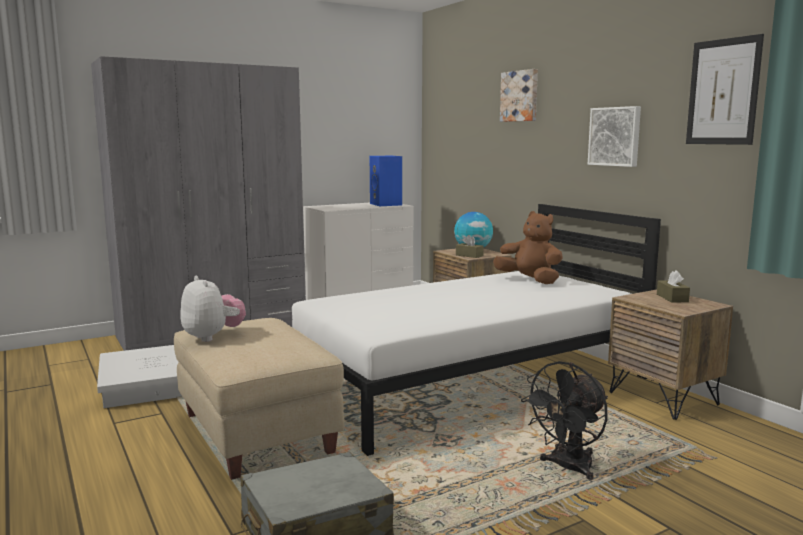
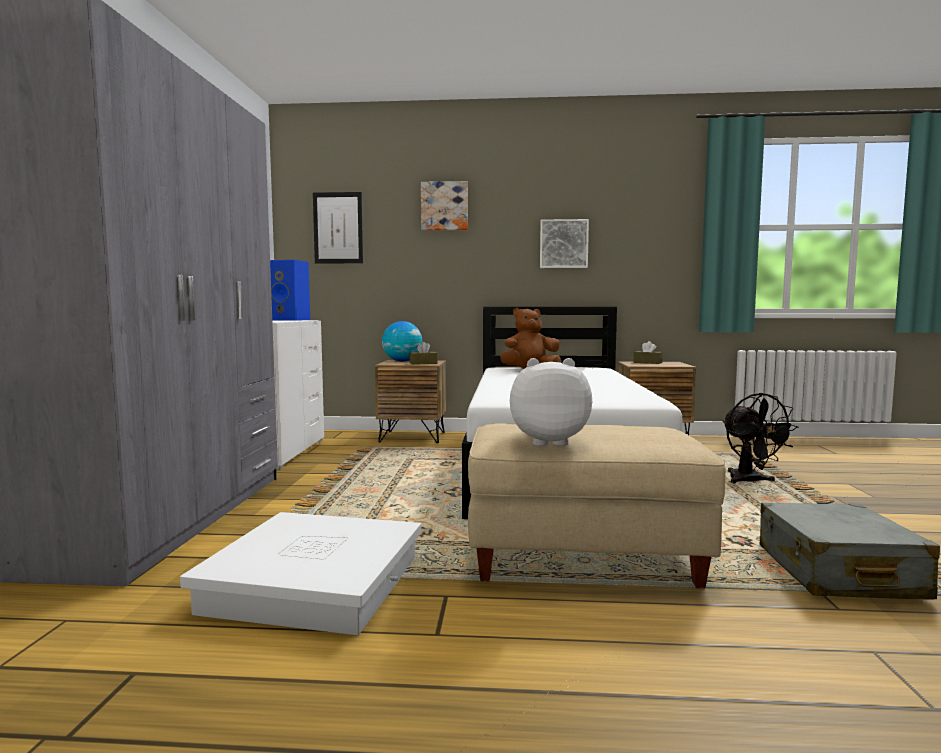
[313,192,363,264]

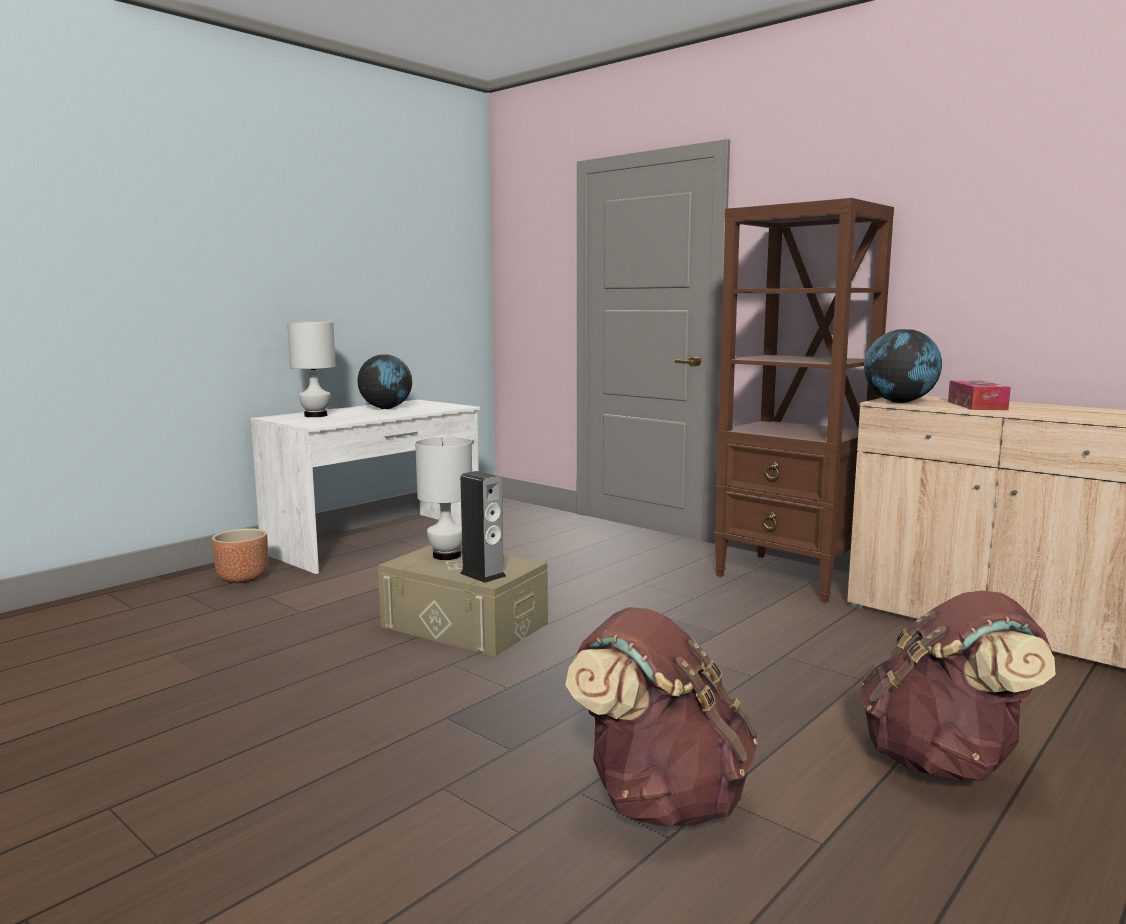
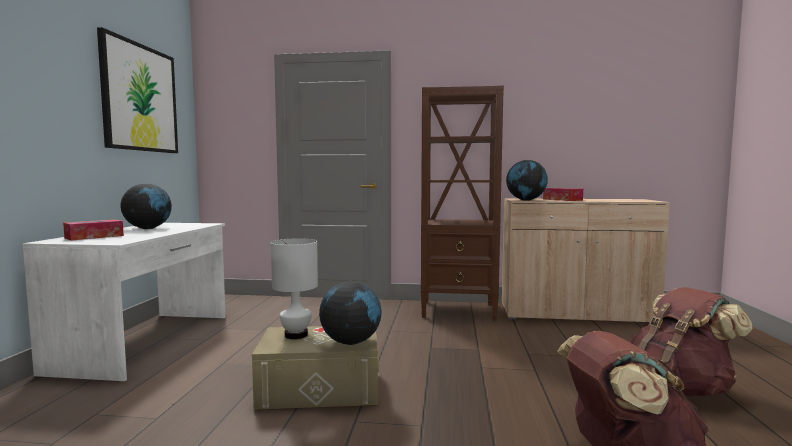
[212,528,268,583] (first image)
[63,219,124,241]
[319,281,382,345]
[97,27,178,153]

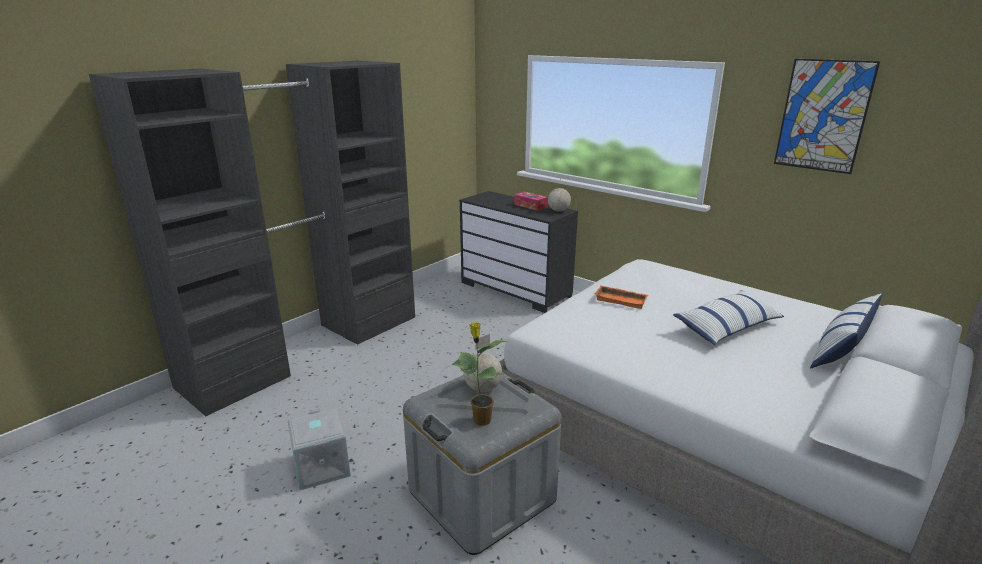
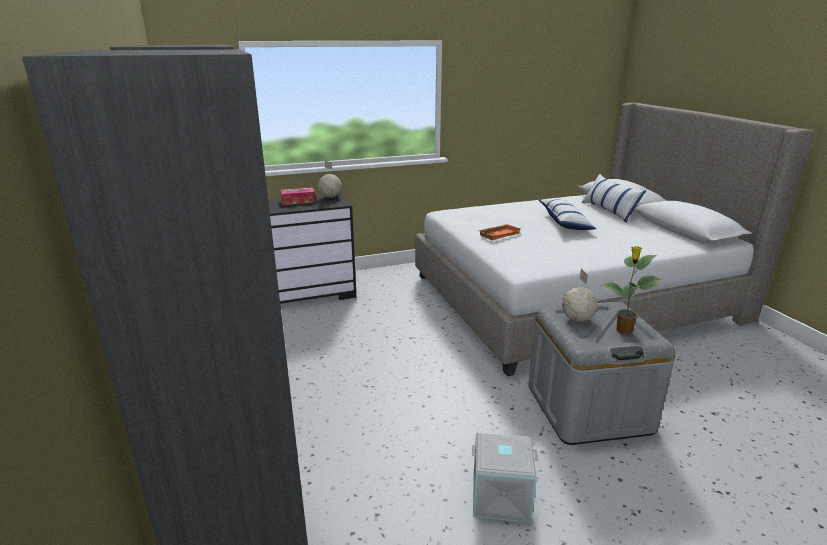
[774,59,880,174] (first image)

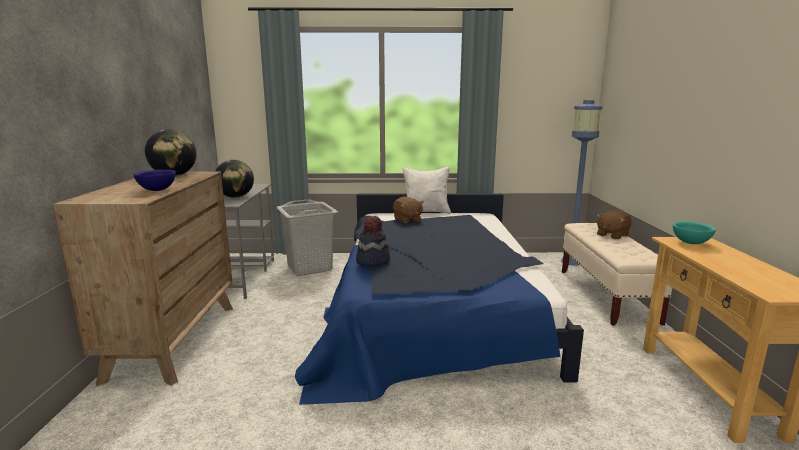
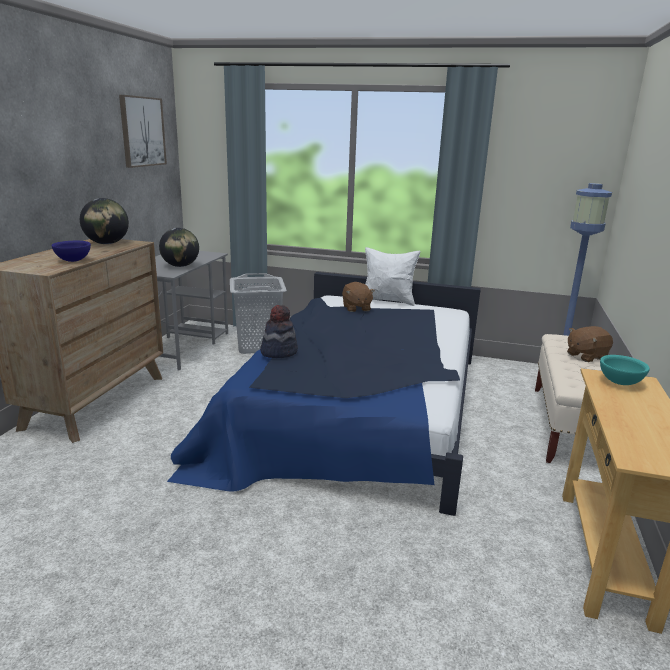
[119,95,167,168]

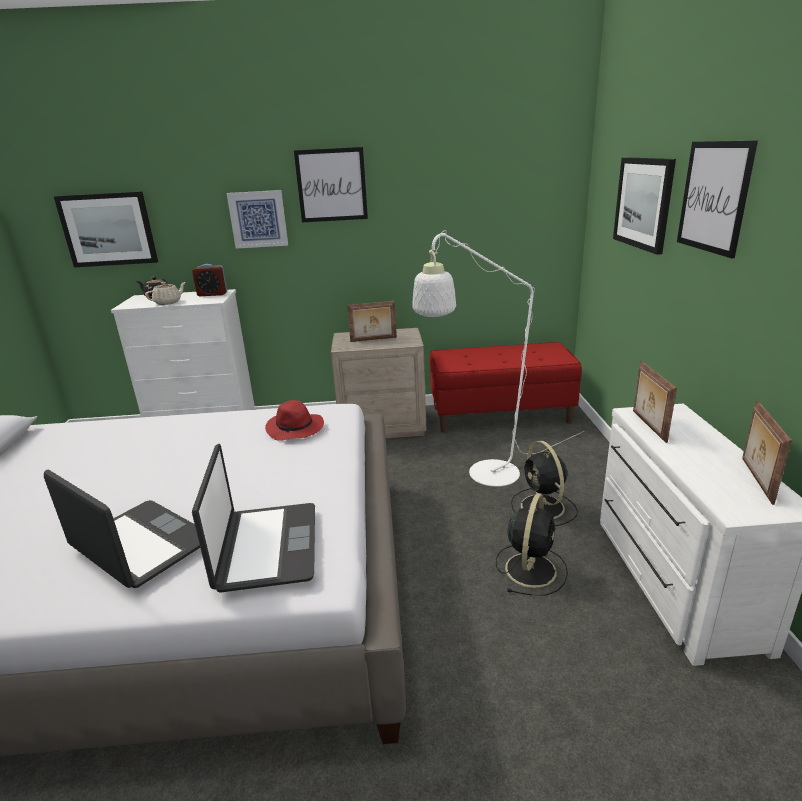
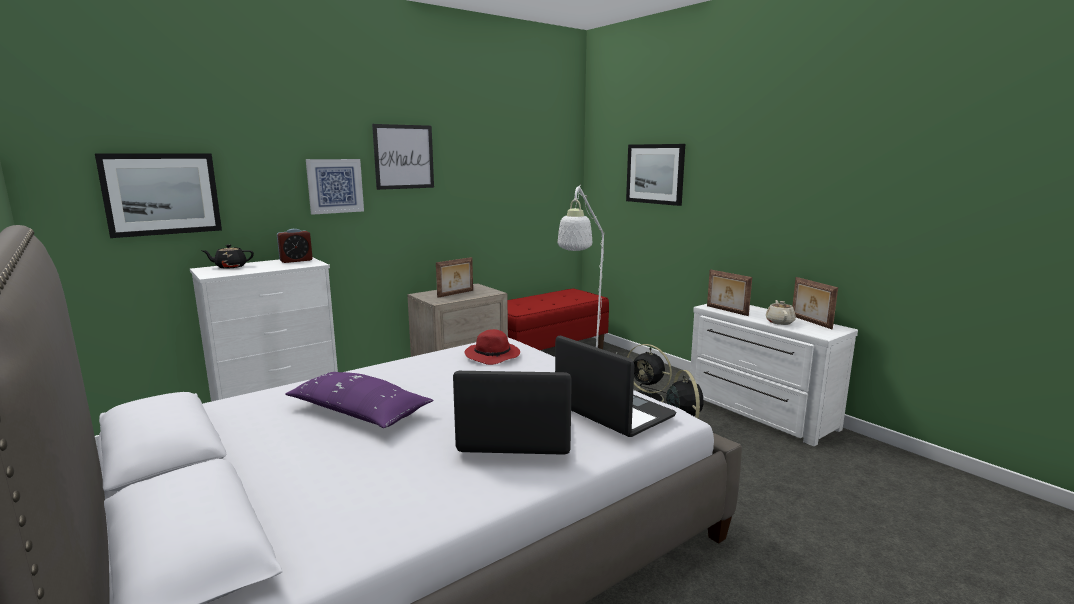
[766,300,796,325]
[677,140,758,258] (first image)
[285,372,434,428]

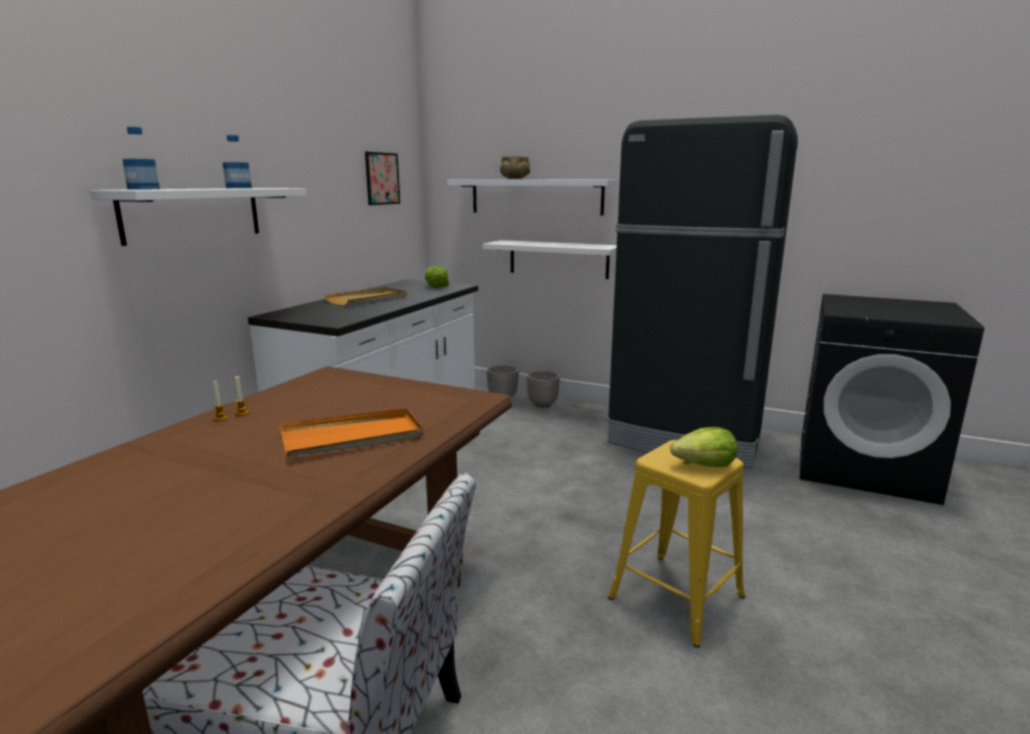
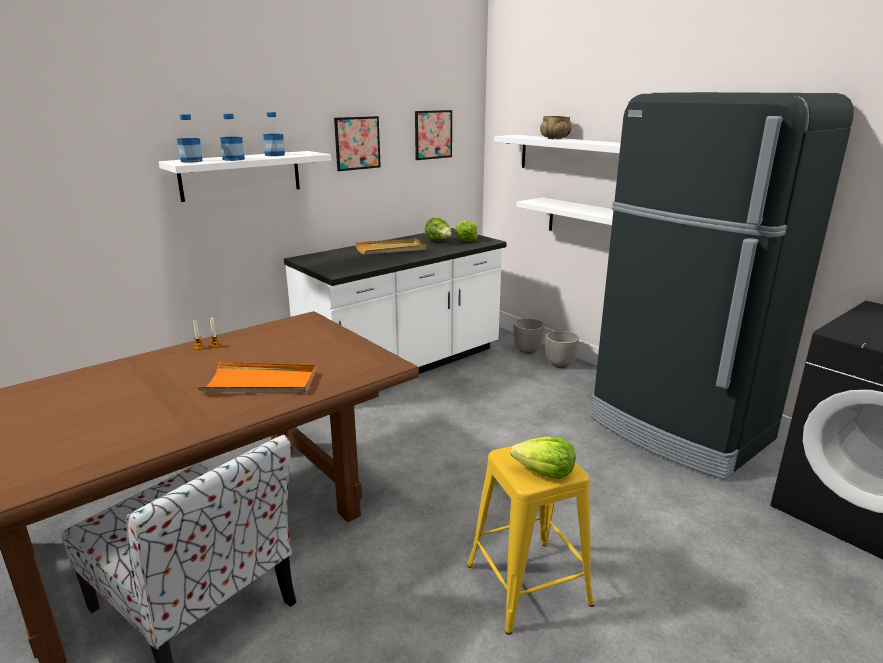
[220,114,245,161]
[334,116,381,171]
[425,218,451,241]

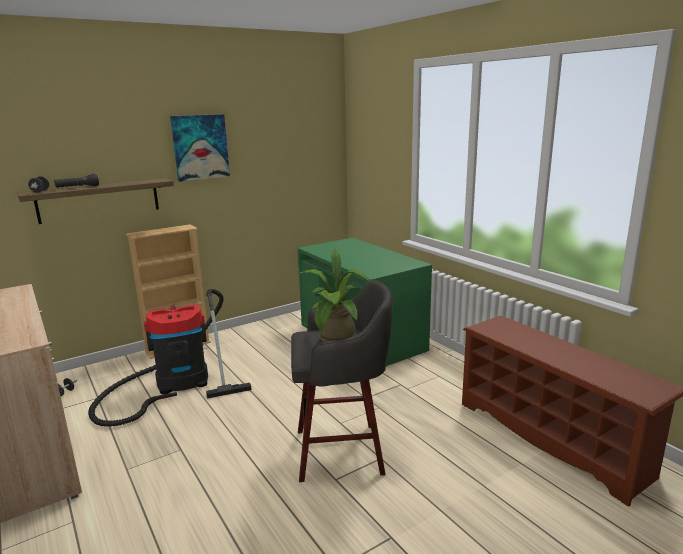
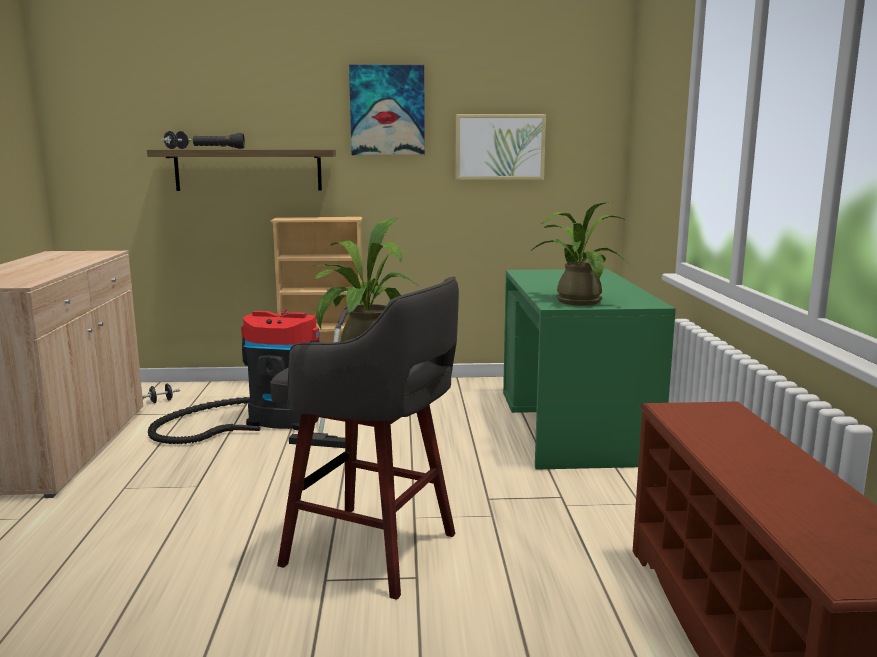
[455,114,546,180]
[532,202,632,306]

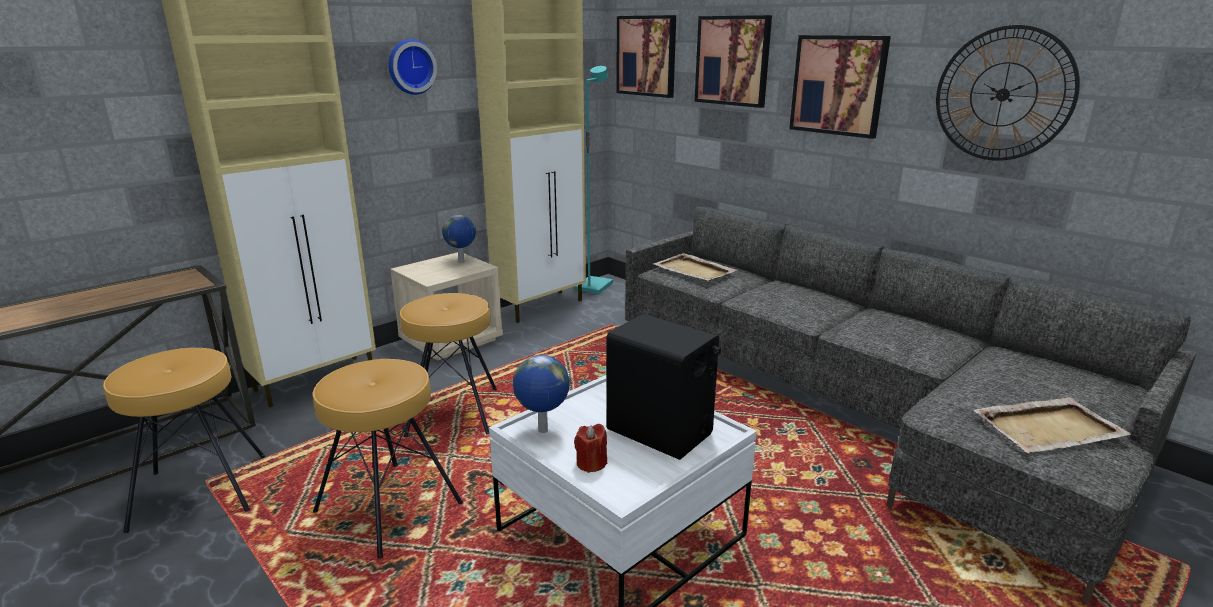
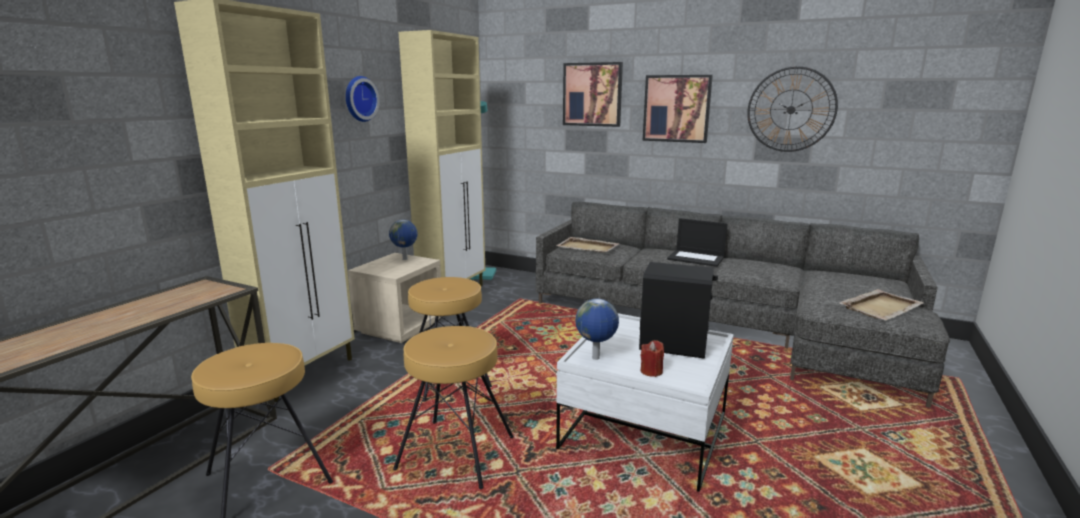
[616,15,676,98] (first image)
[667,218,728,267]

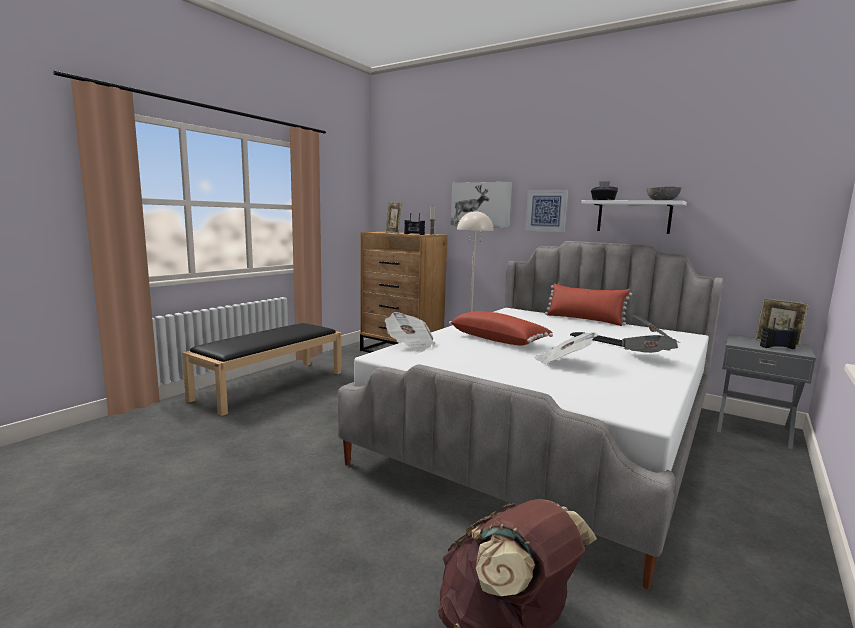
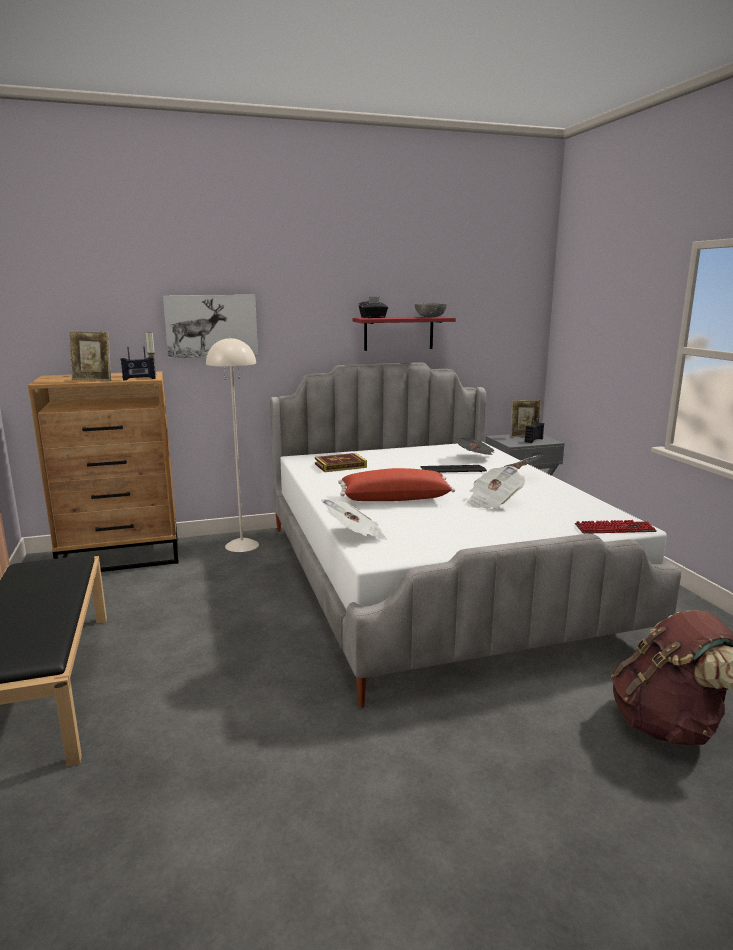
[525,190,568,232] (first image)
[545,283,632,326] (first image)
[353,317,456,351]
[315,453,367,472]
[575,520,657,534]

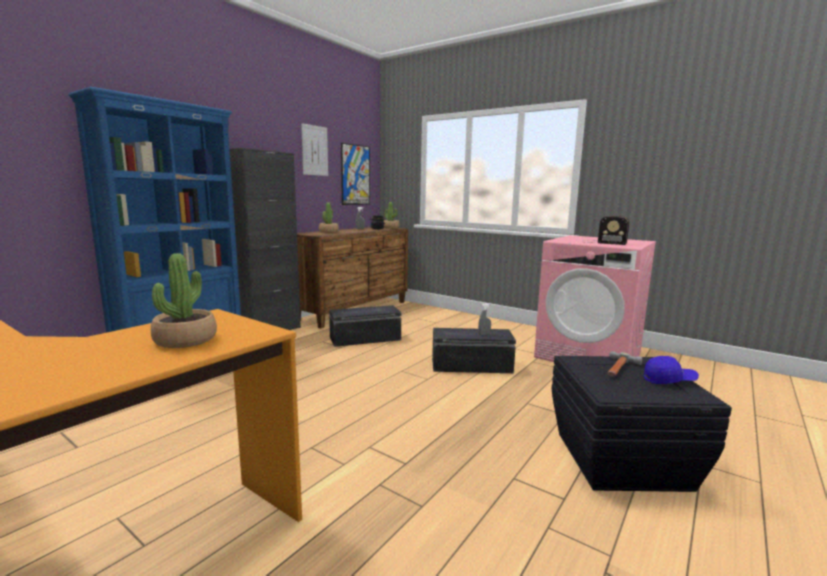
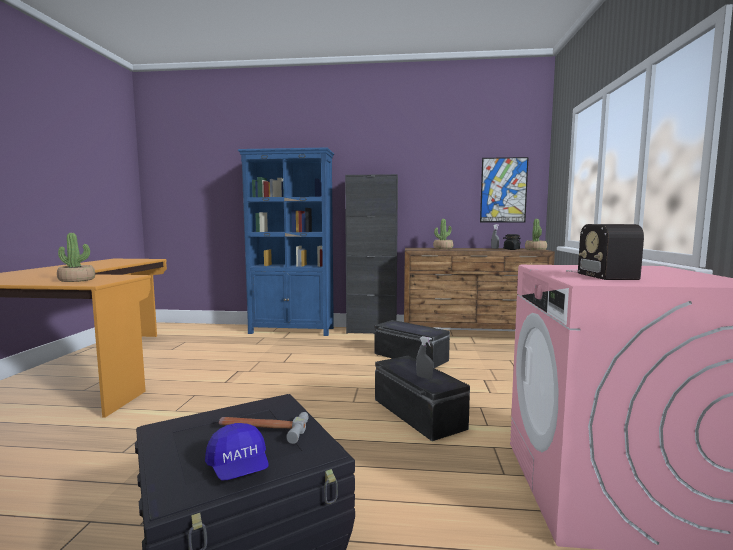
[301,123,328,176] (first image)

